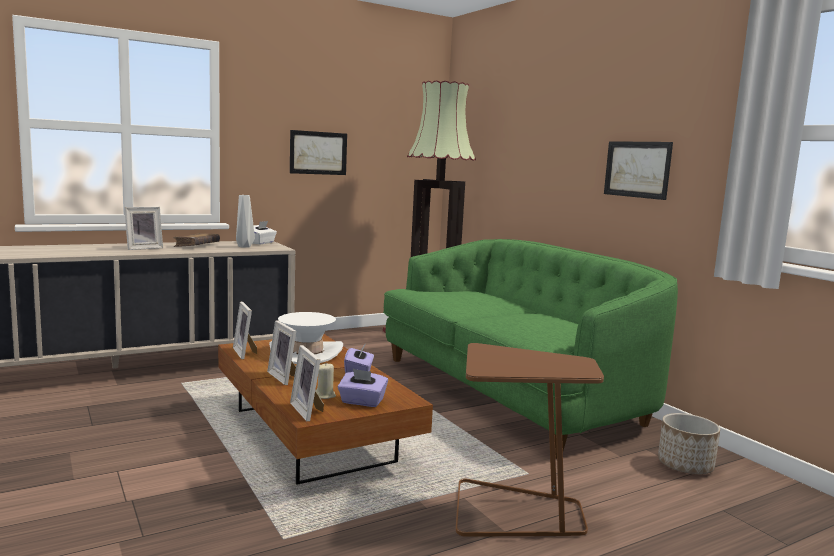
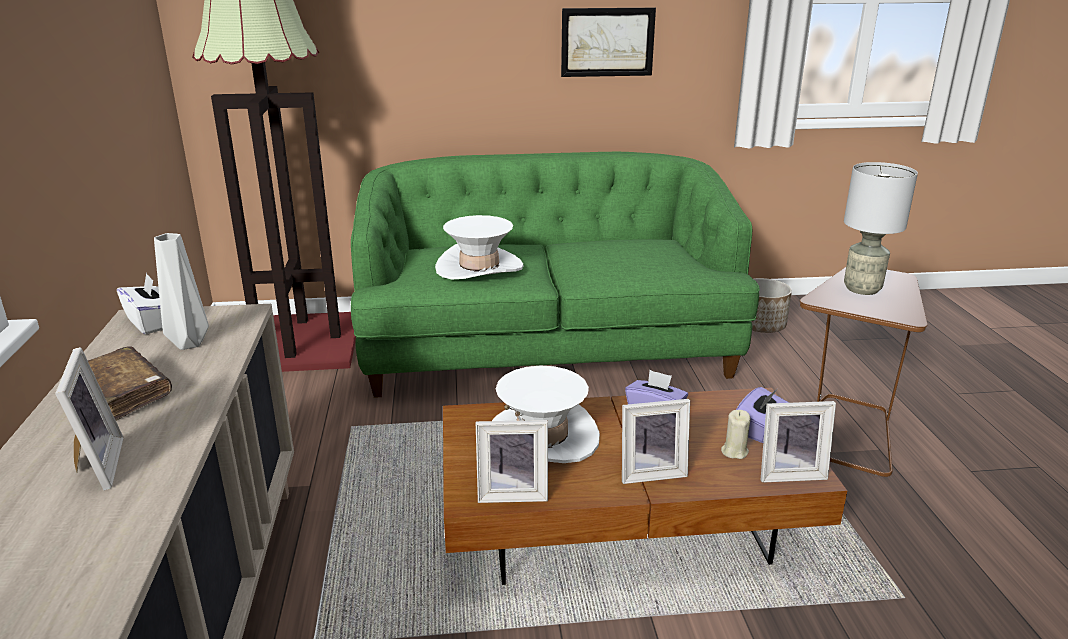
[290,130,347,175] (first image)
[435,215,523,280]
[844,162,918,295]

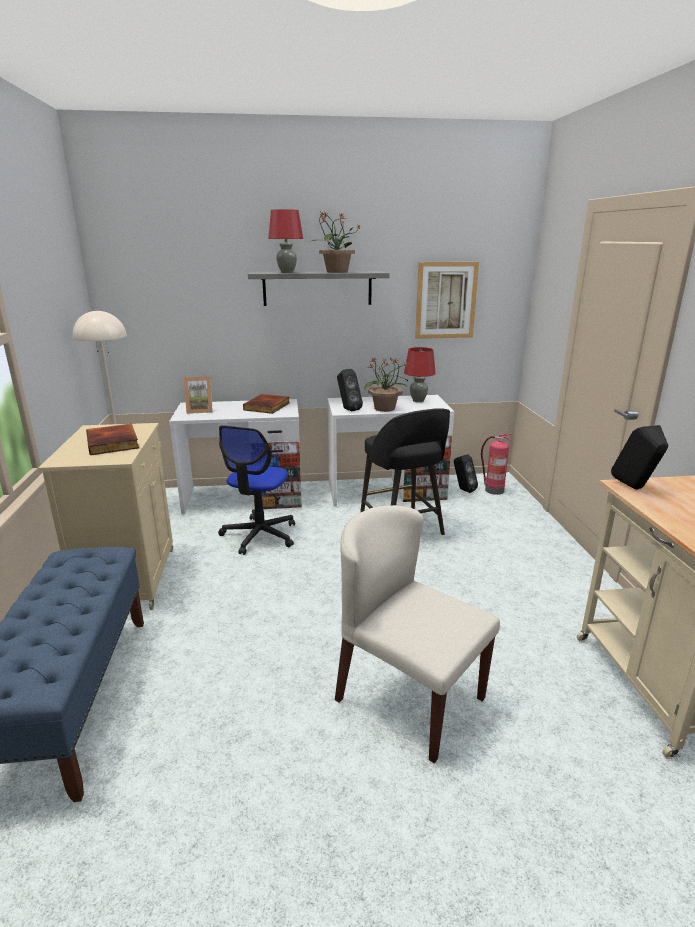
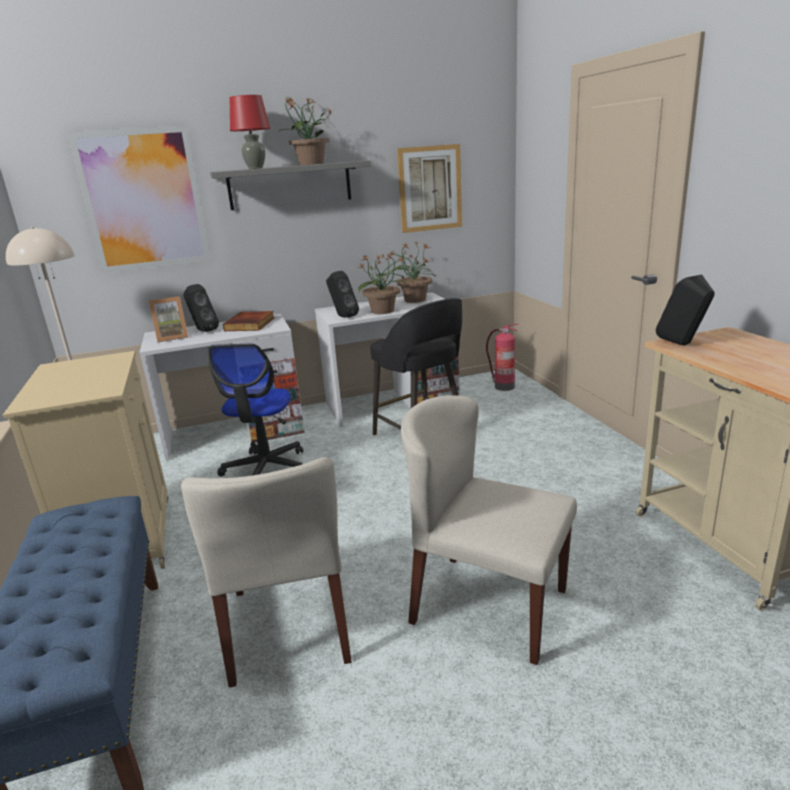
[86,424,139,455] (first image)
[388,241,436,303]
[183,284,219,332]
[67,125,211,273]
[181,457,352,688]

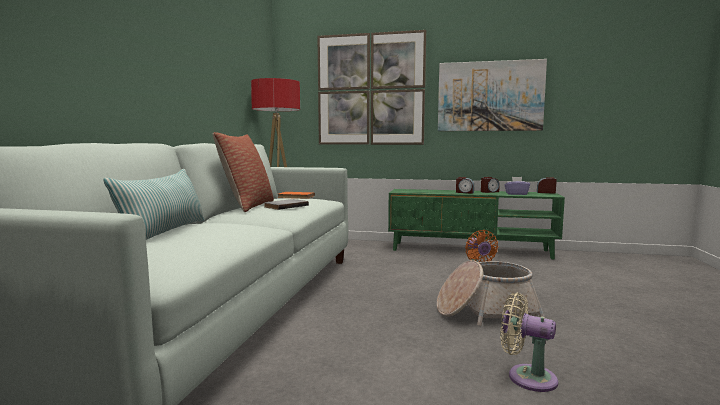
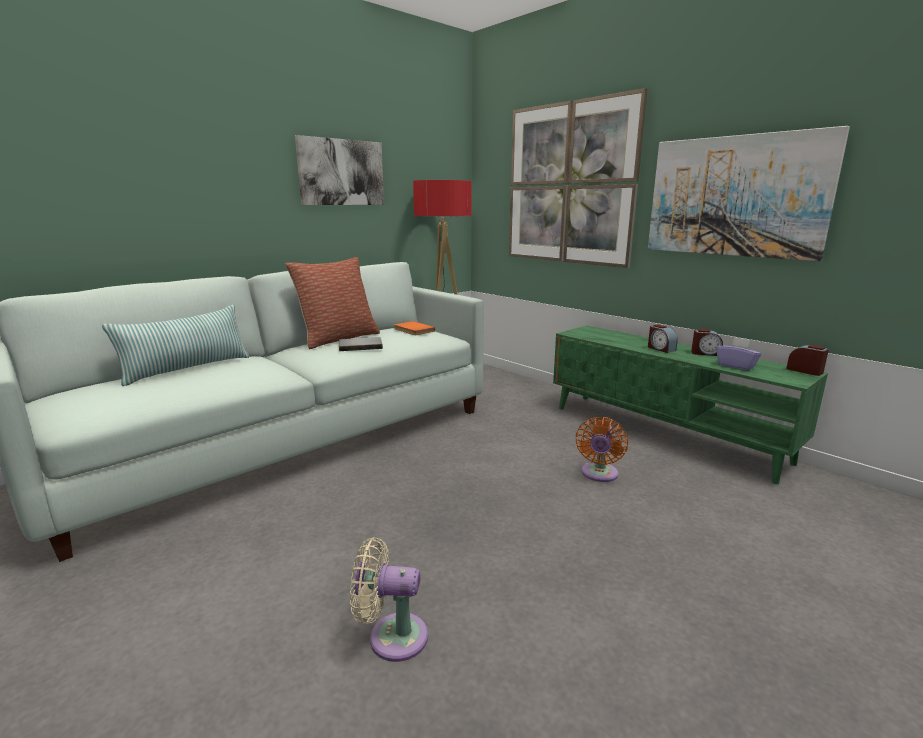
[437,260,544,326] (first image)
[350,537,428,662]
[295,135,384,205]

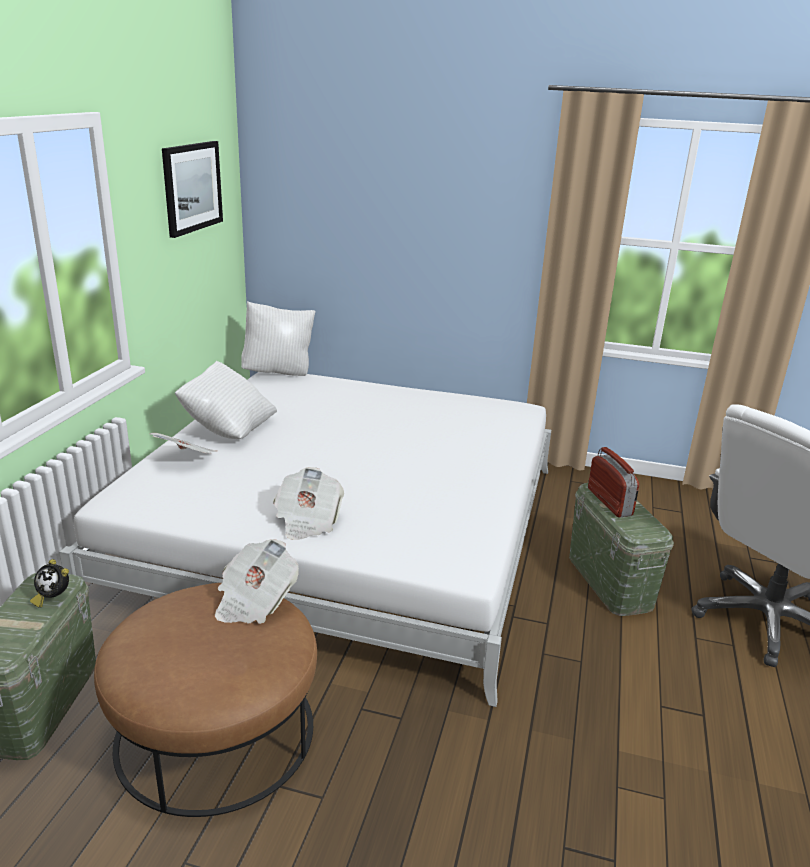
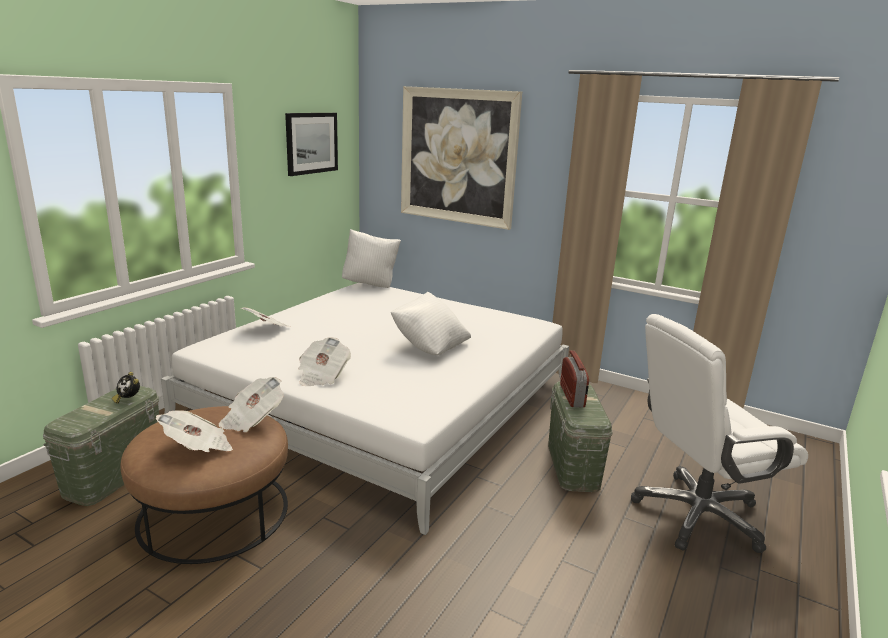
[391,292,471,355]
[156,410,233,452]
[401,86,522,230]

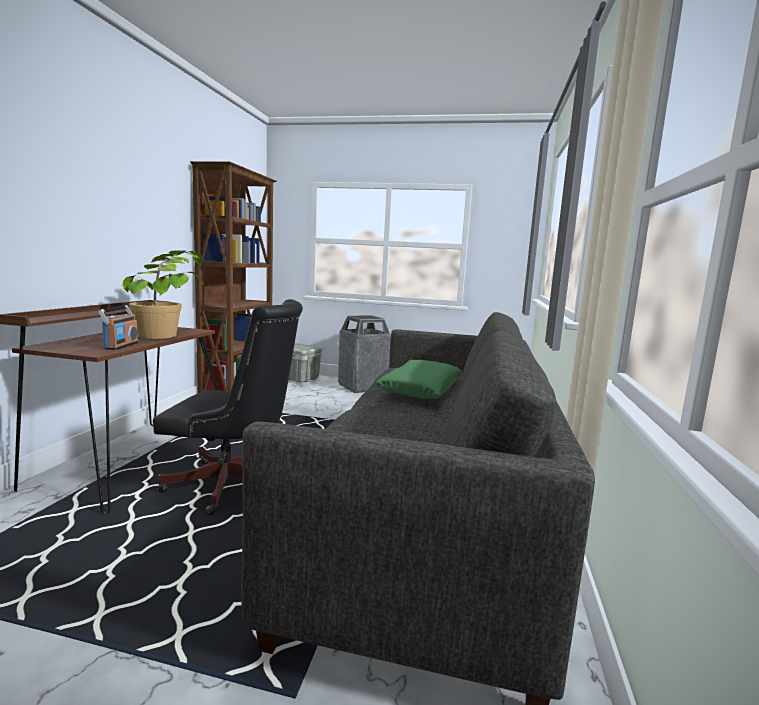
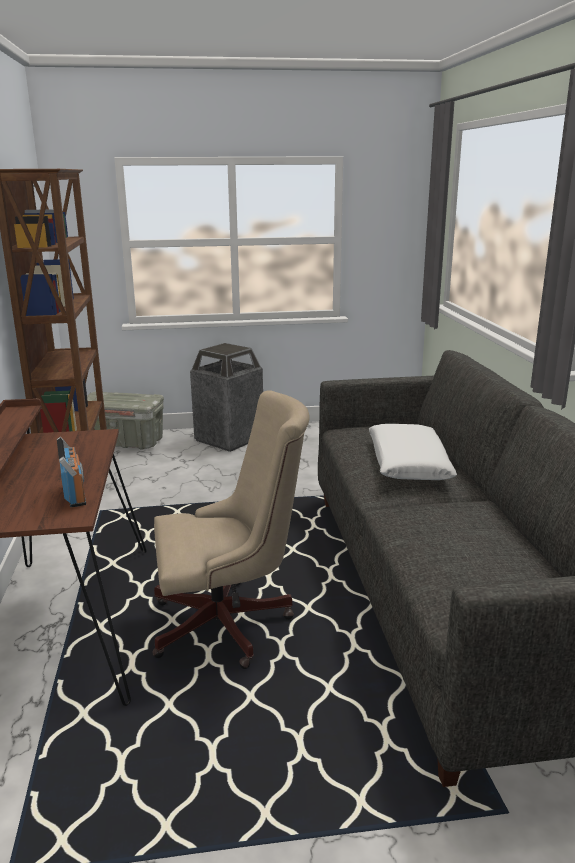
[123,250,204,339] (first image)
[152,390,310,669]
[369,424,457,480]

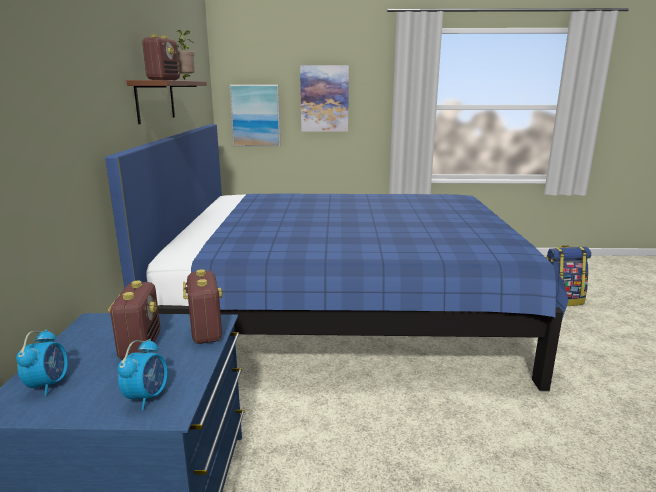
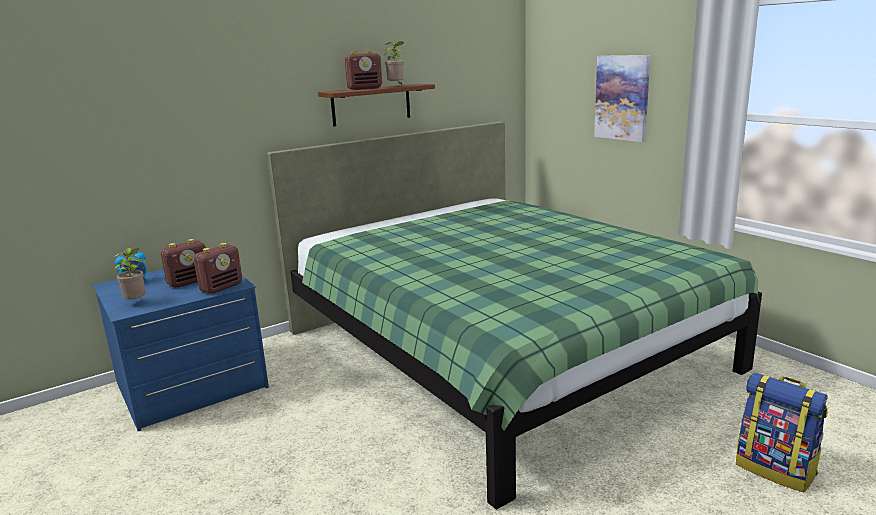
[267,121,762,510]
[112,248,146,300]
[229,85,280,147] (first image)

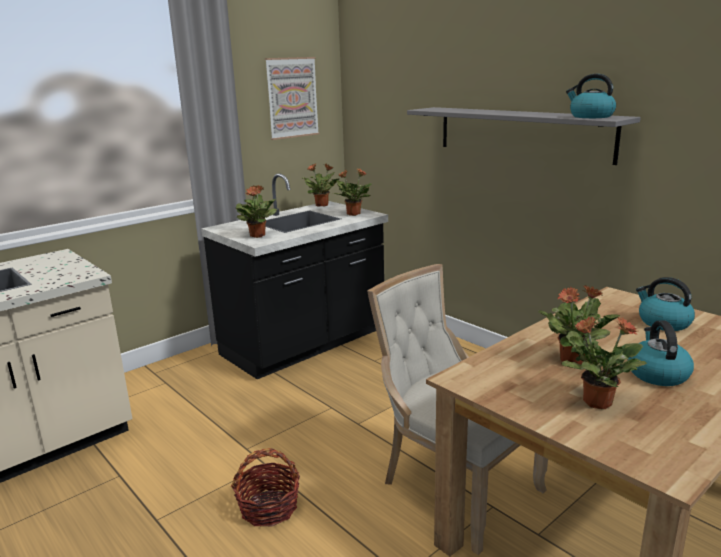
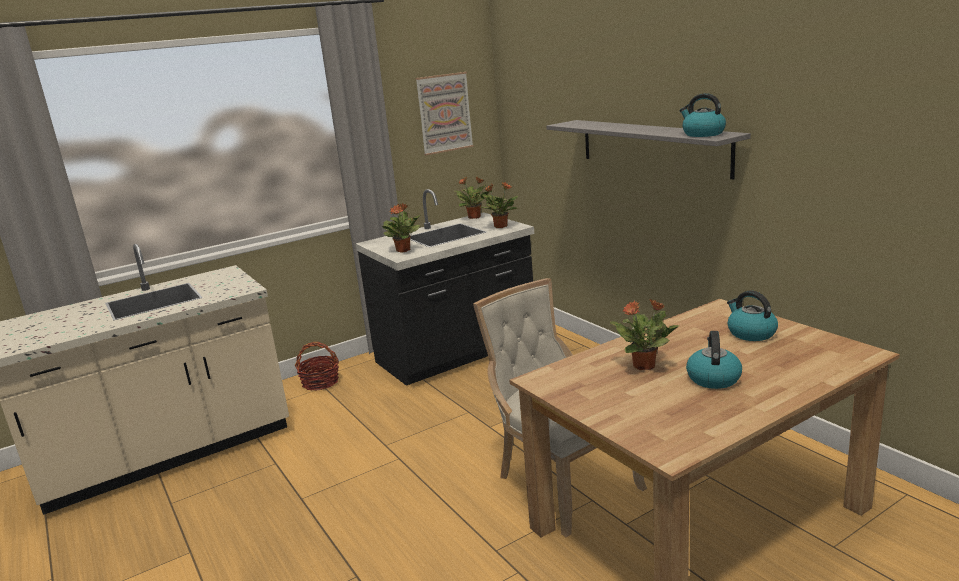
[295,342,339,390]
[562,316,647,409] (first image)

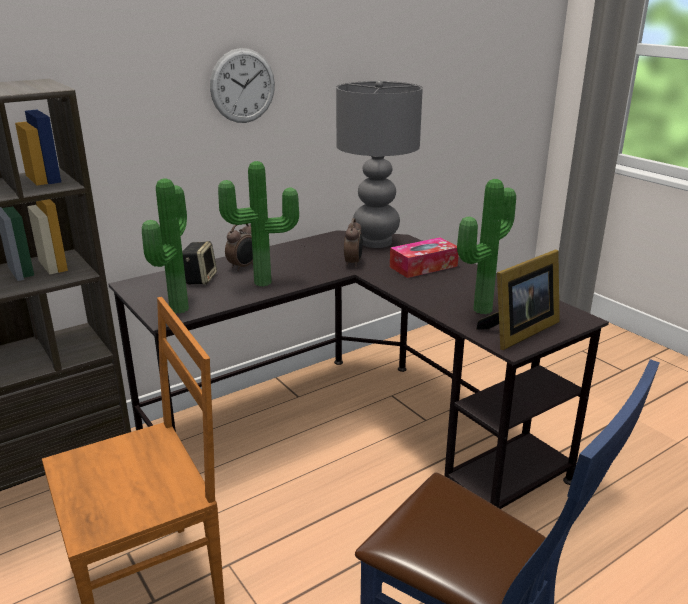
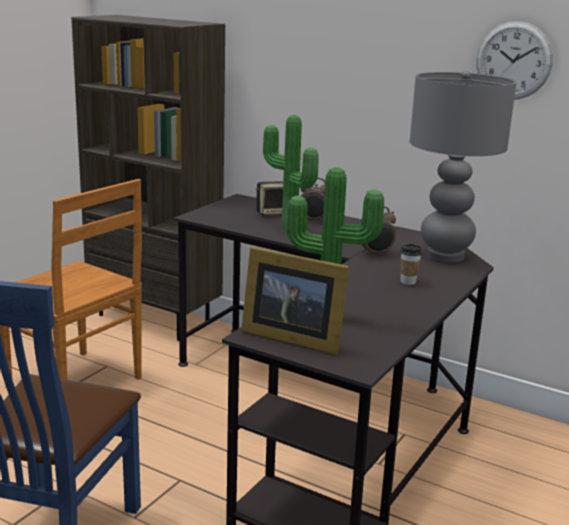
[142,178,189,314] (first image)
[476,21,553,100]
[400,244,422,285]

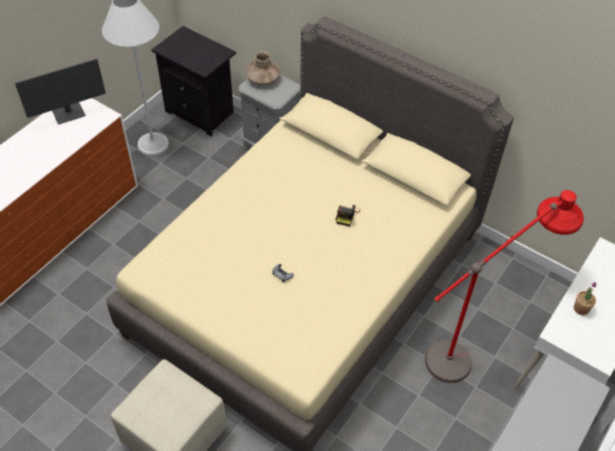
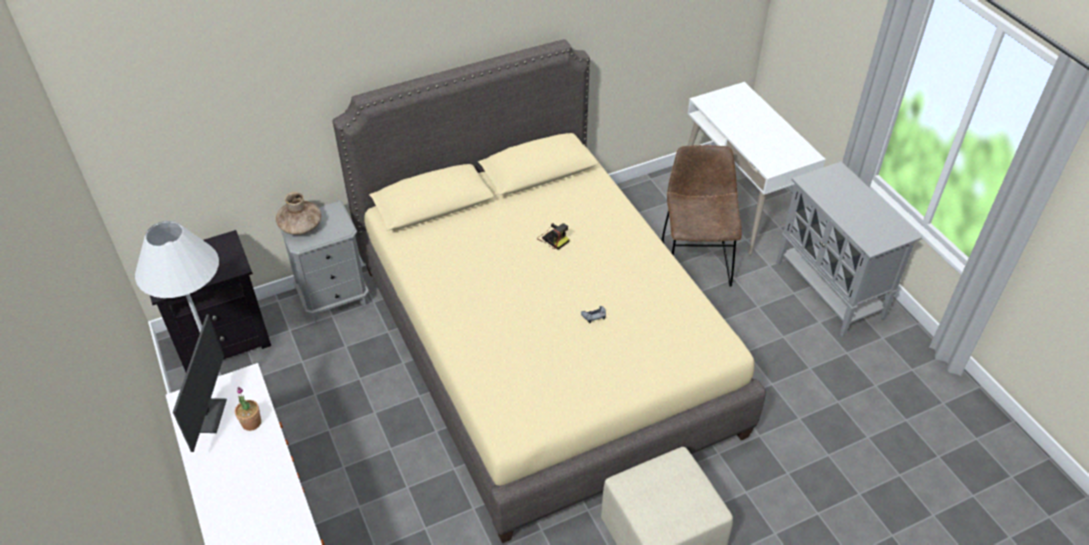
[662,145,742,286]
[235,387,261,431]

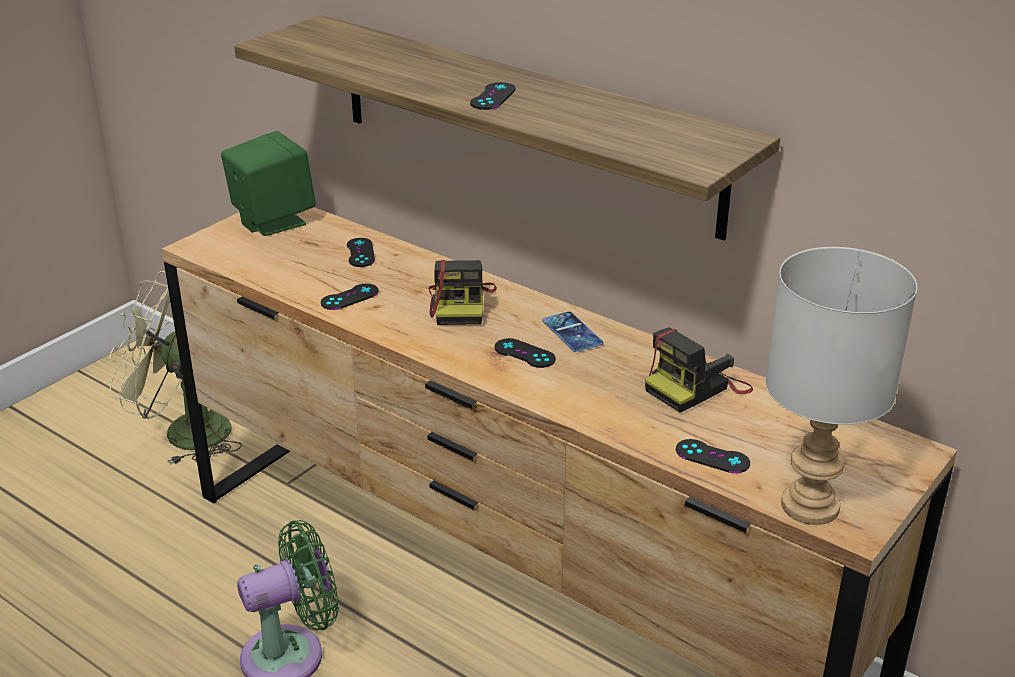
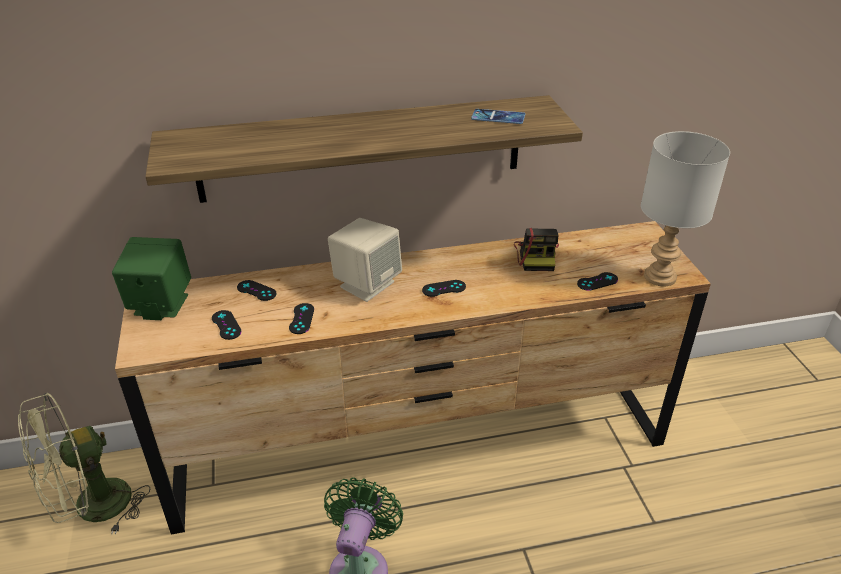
[328,218,402,302]
[212,310,241,340]
[471,109,525,124]

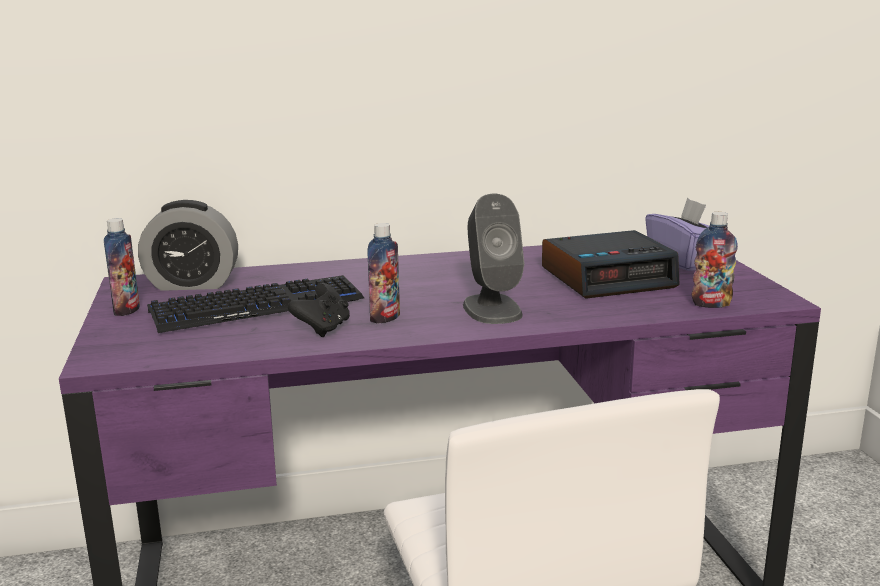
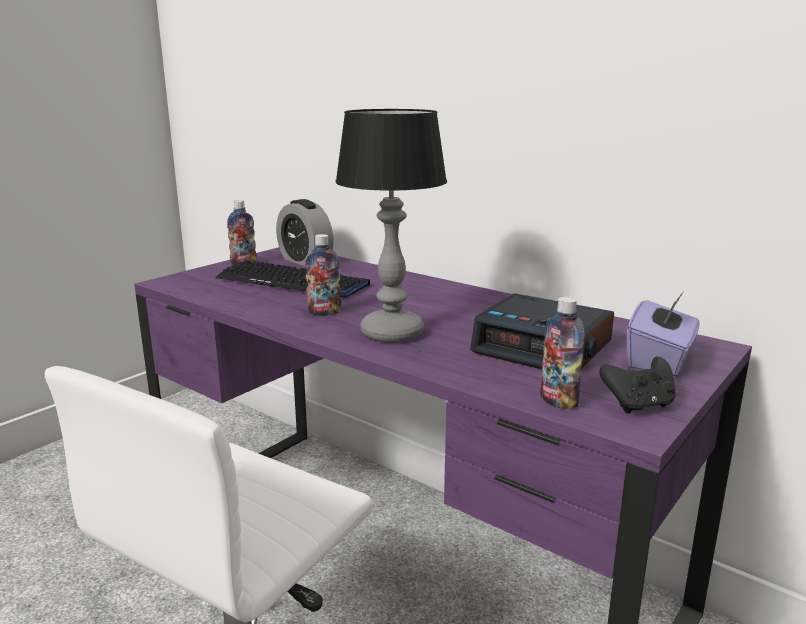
[599,357,676,414]
[335,109,447,343]

